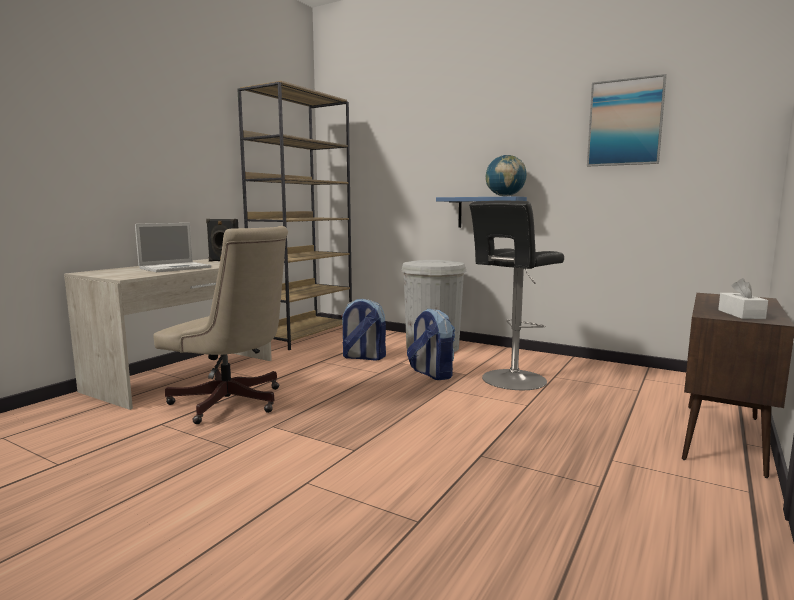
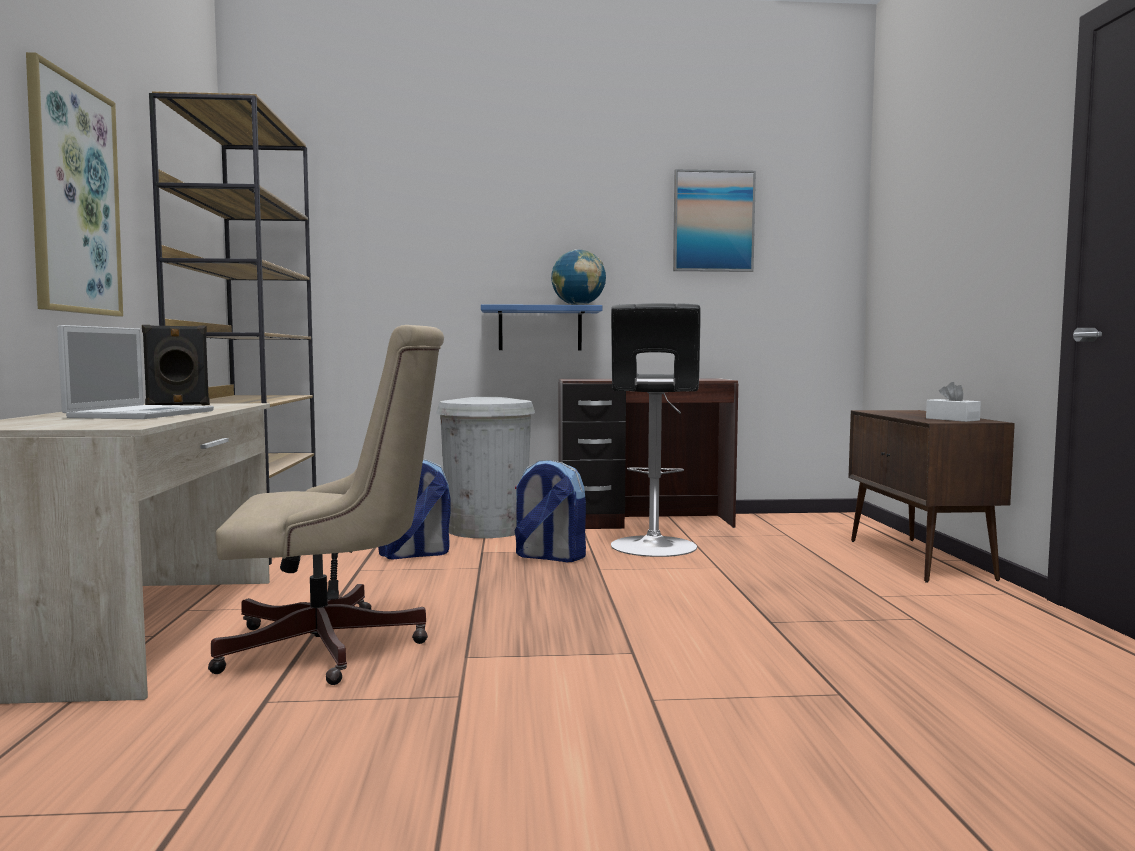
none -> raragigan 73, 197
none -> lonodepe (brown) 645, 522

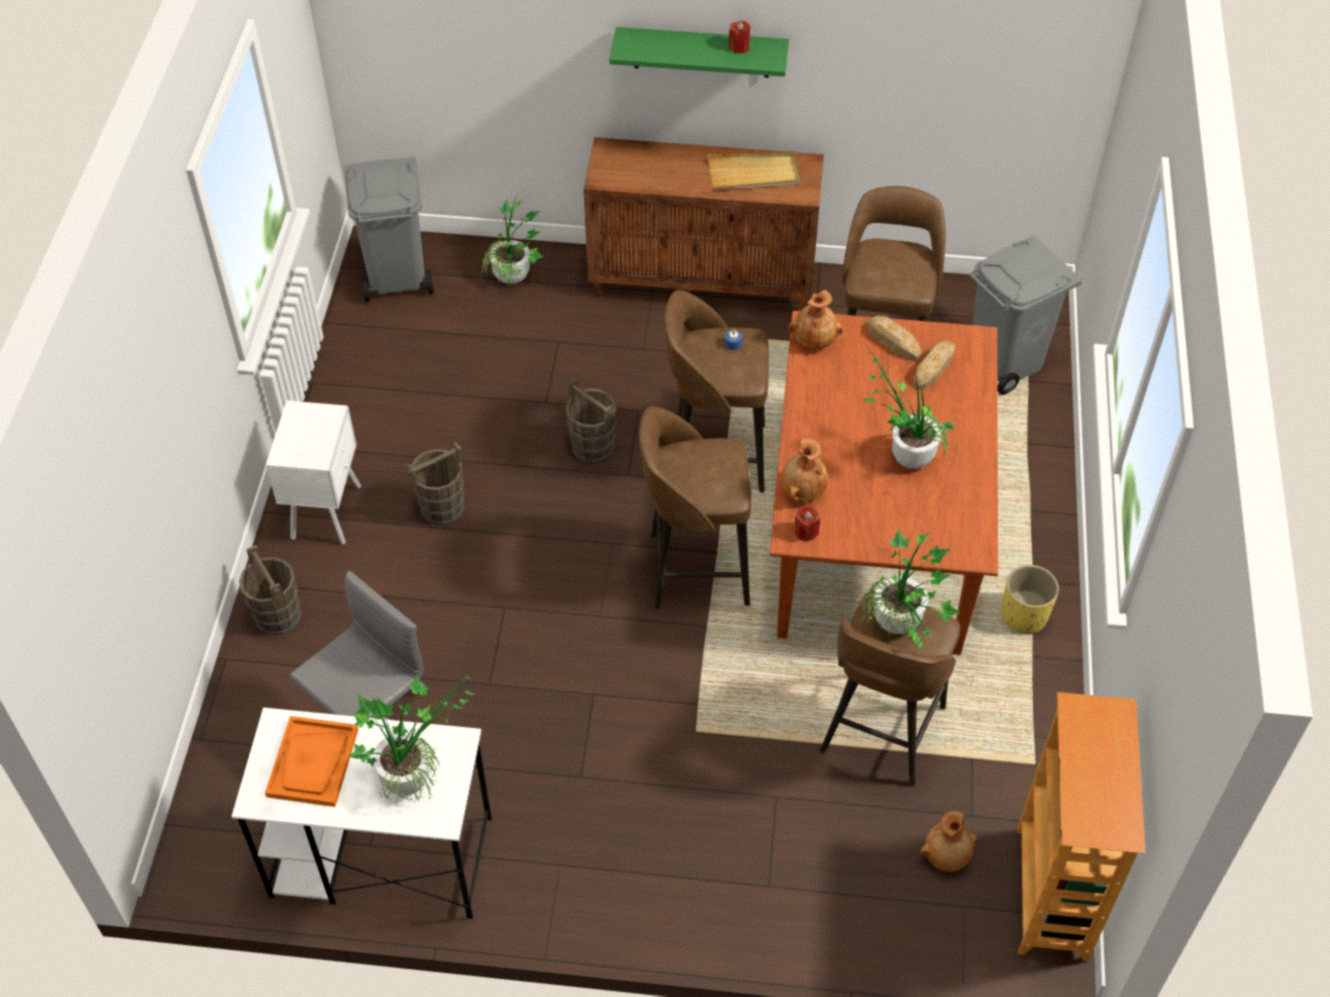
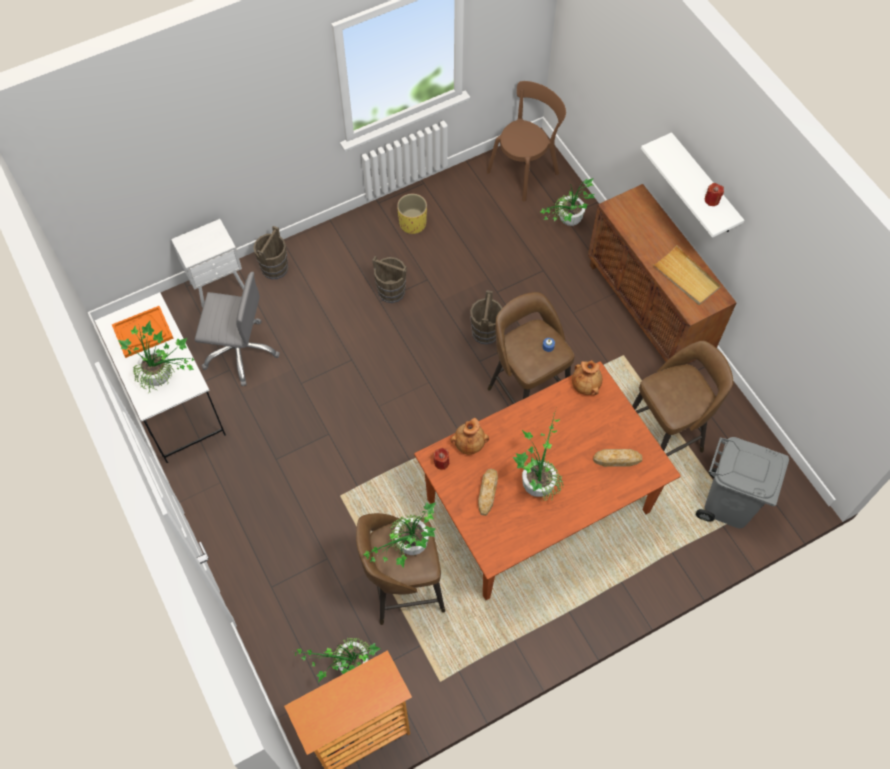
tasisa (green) 701, 52 -> tasisa (white) 703, 186
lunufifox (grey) 398, 276 -> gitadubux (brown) 525, 170
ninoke 893, 341 -> ninoke 487, 492, move
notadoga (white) 328, 511 -> notadoga (white) 219, 286, move
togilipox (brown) 694, 569 -> none
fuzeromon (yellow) 1023, 615 -> fuzeromon (yellow) 412, 223, move
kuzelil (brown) 946, 857 -> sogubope 347, 667

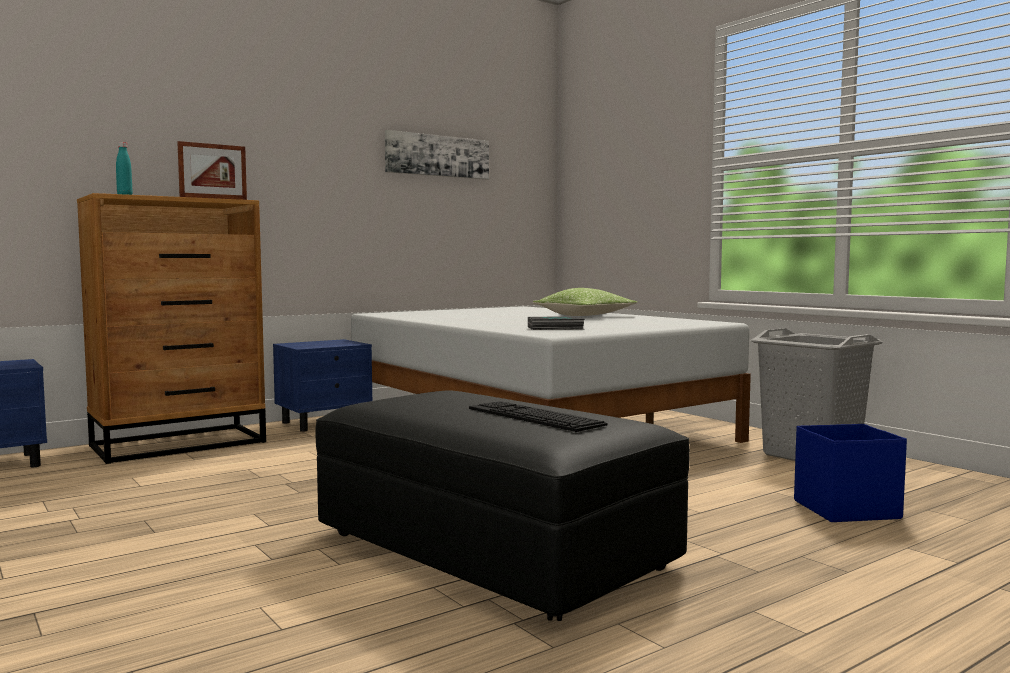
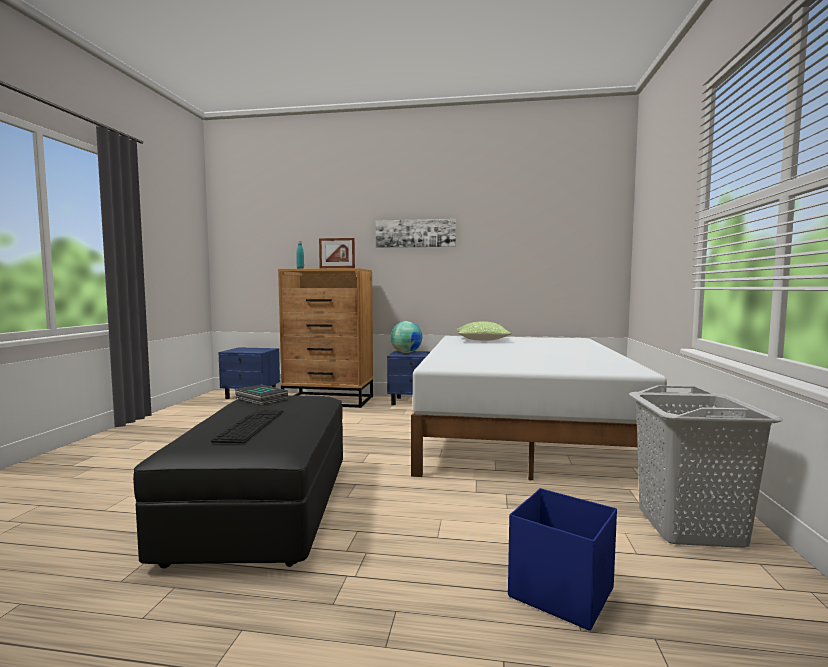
raragigan 437, 156 -> raragigan 415, 233, move
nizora 584, 316 -> nizora 482, 340, move
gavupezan 554, 328 -> gavupezan 260, 398, move
none -> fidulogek 406, 352

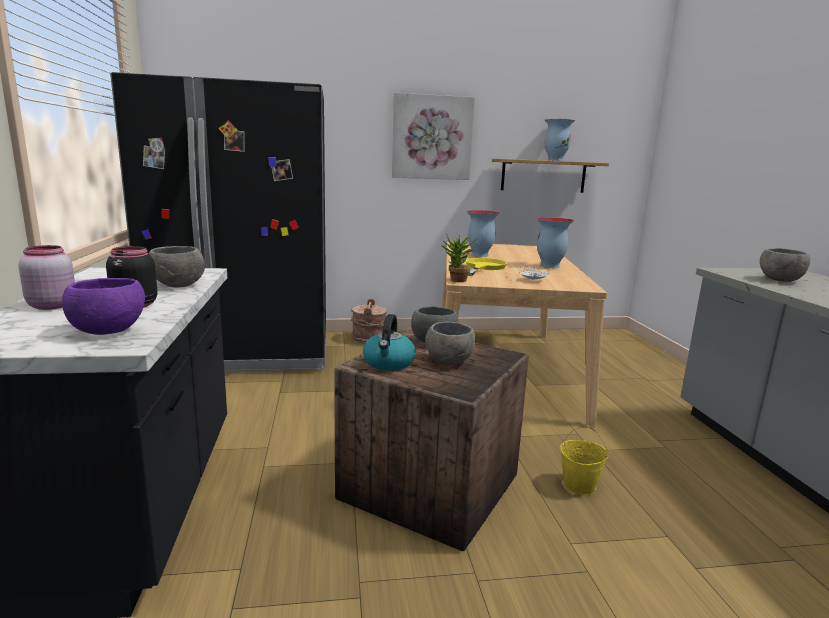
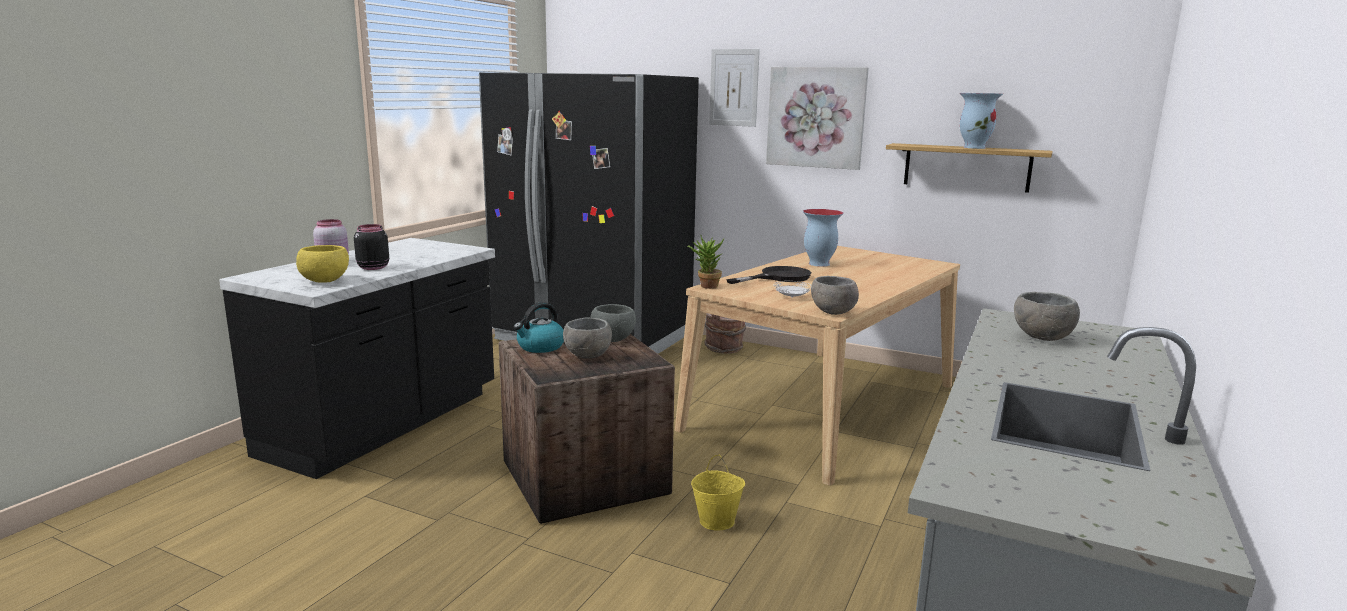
kuzelil 550, 266 -> none
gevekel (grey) 179, 285 -> gevekel (grey) 833, 312, move
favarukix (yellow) 483, 267 -> favarukix (black) 778, 277
gevekel (purple) 107, 331 -> gevekel (yellow) 324, 281
none -> raragigan 734, 87

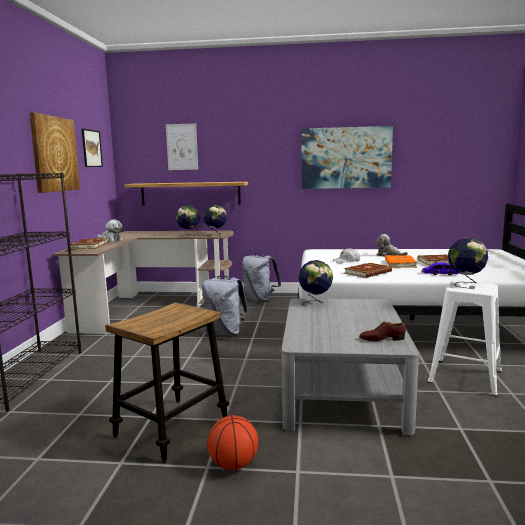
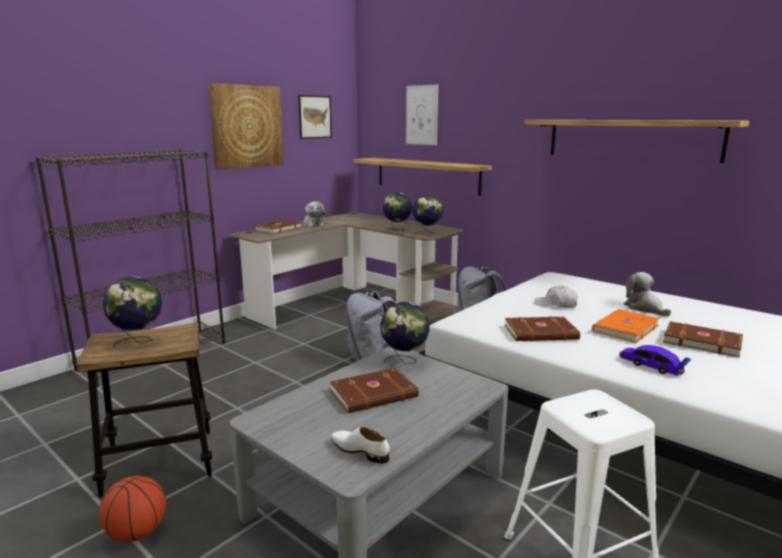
raragigan 345, 158 -> tasisa 631, 139
fidulogek 465, 284 -> fidulogek 138, 341, move
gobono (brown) 382, 339 -> gobono (white) 359, 451
none -> gavupezan (brown) 374, 394

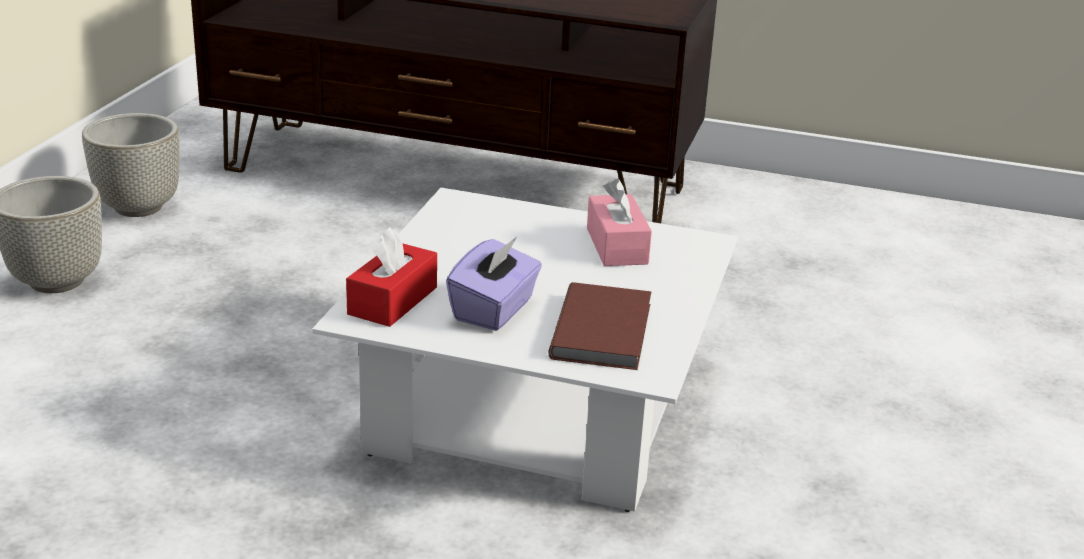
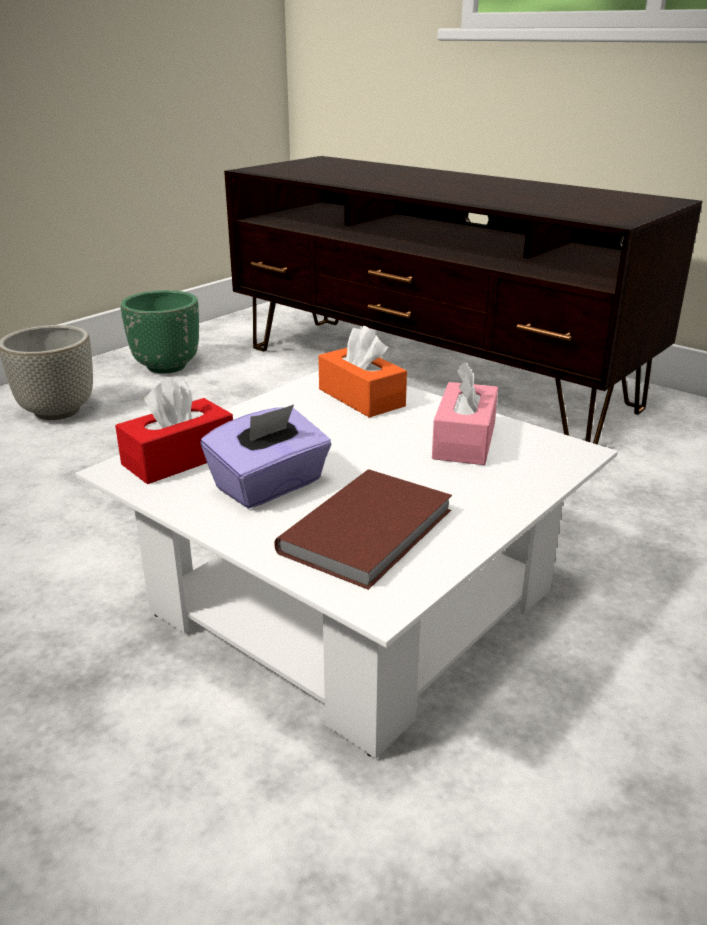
fuzeromon (grey) 139, 207 -> fuzeromon (green) 167, 366
none -> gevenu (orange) 361, 397

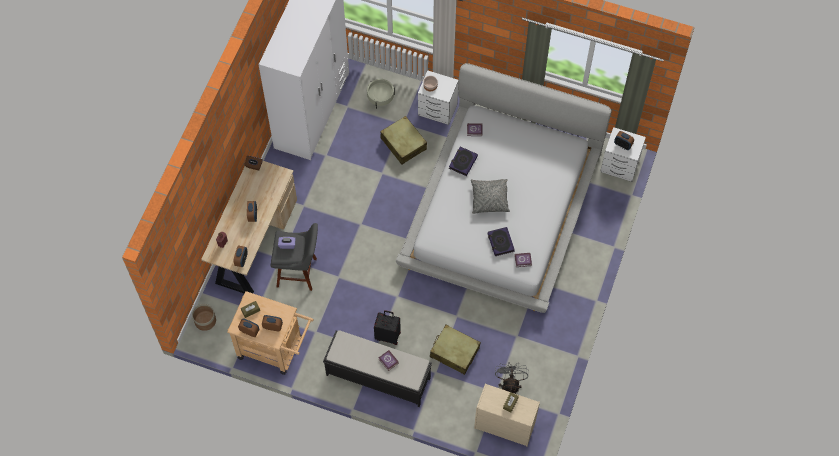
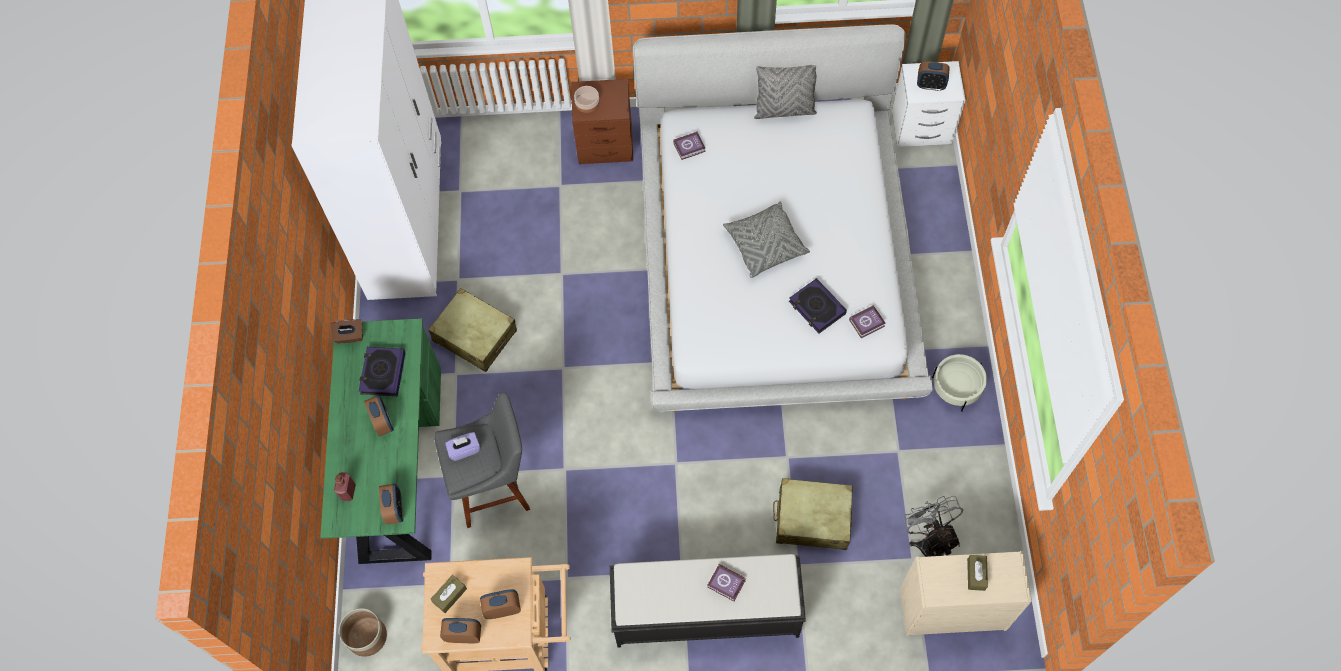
notadoga (white) 438, 110 -> notadoga (brown) 606, 145
fuzeromon (beige) 380, 97 -> fuzeromon (beige) 957, 387, move
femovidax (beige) 403, 144 -> femovidax (beige) 475, 336, move
gavupezan 463, 162 -> gavupezan 382, 373, move
lonodepe (beige) 254, 242 -> lonodepe (green) 398, 467
femovidax (black) 388, 335 -> none
none -> nizora (grey) 784, 110

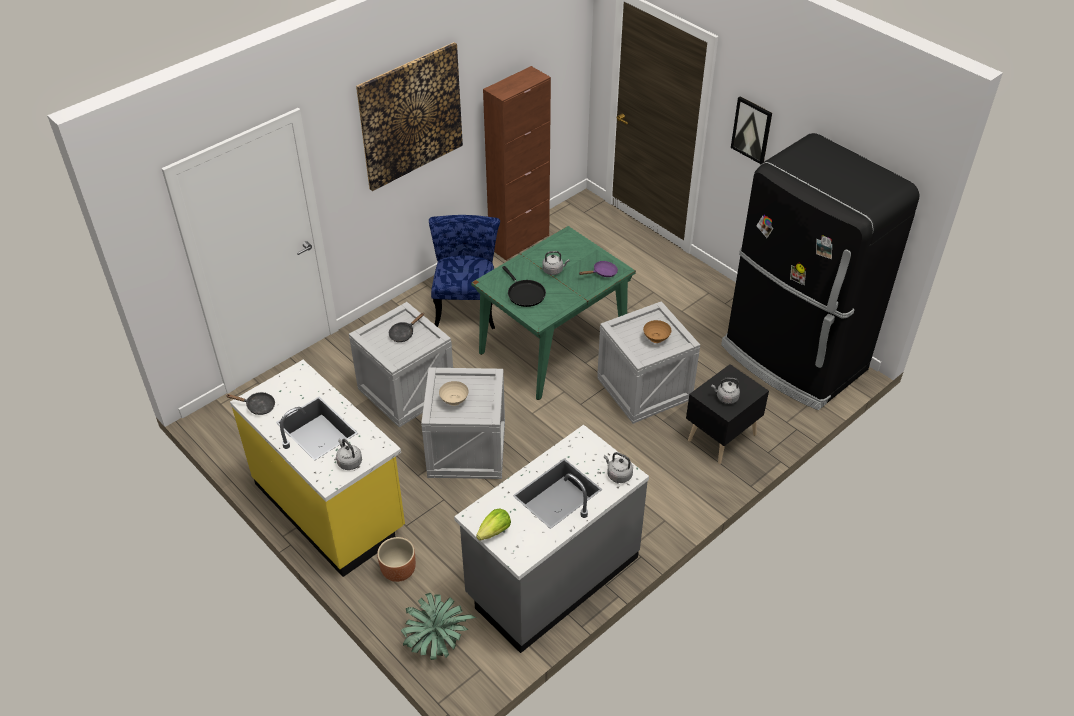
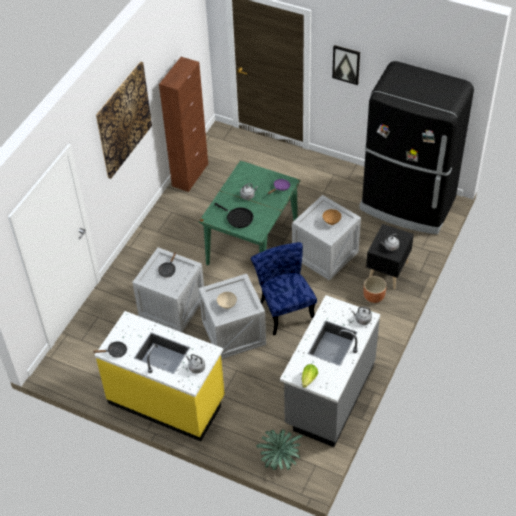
gitadubux (blue) 466, 304 -> gitadubux (blue) 285, 308, move
fuzeromon (brown) 398, 571 -> fuzeromon (brown) 373, 297, move

